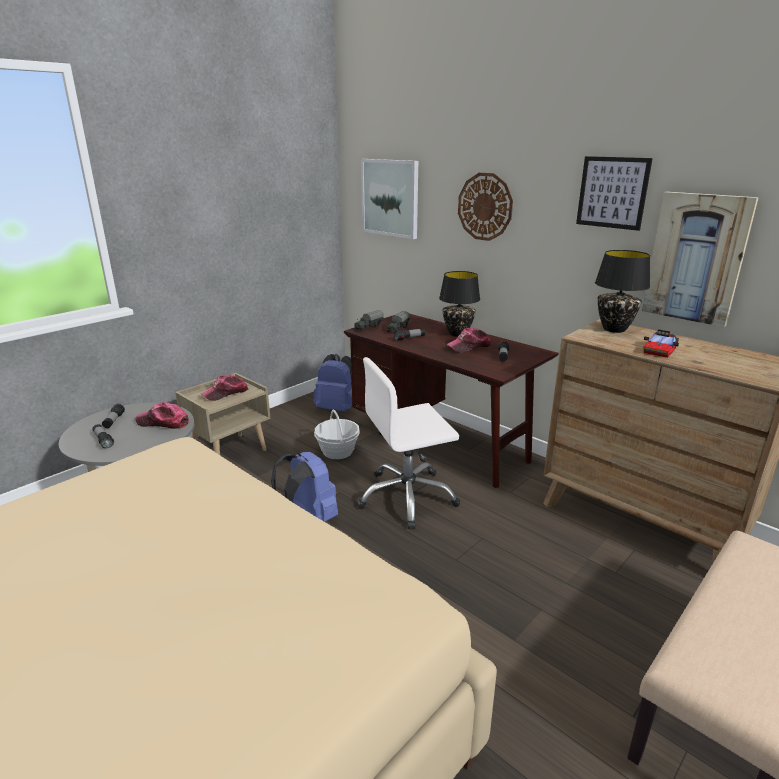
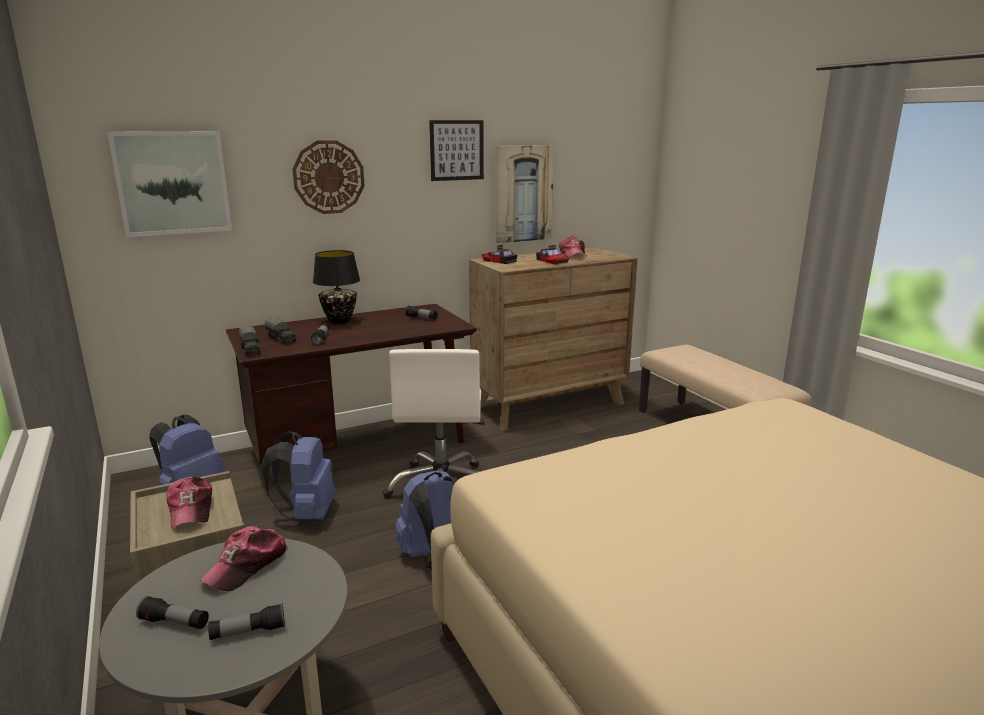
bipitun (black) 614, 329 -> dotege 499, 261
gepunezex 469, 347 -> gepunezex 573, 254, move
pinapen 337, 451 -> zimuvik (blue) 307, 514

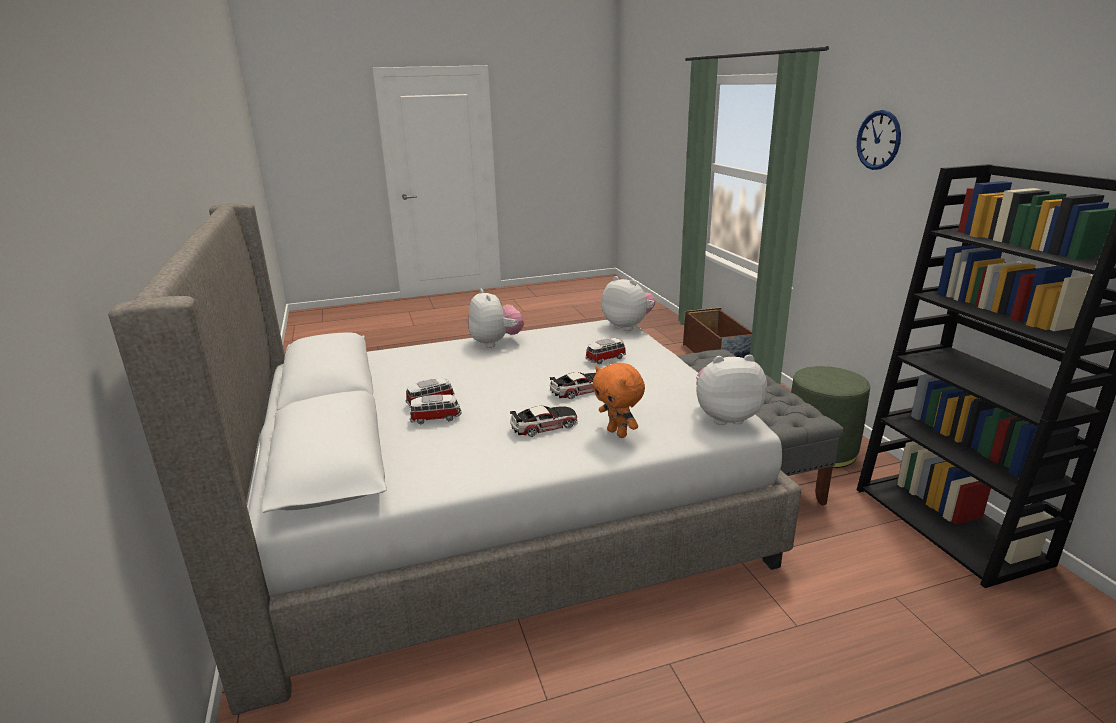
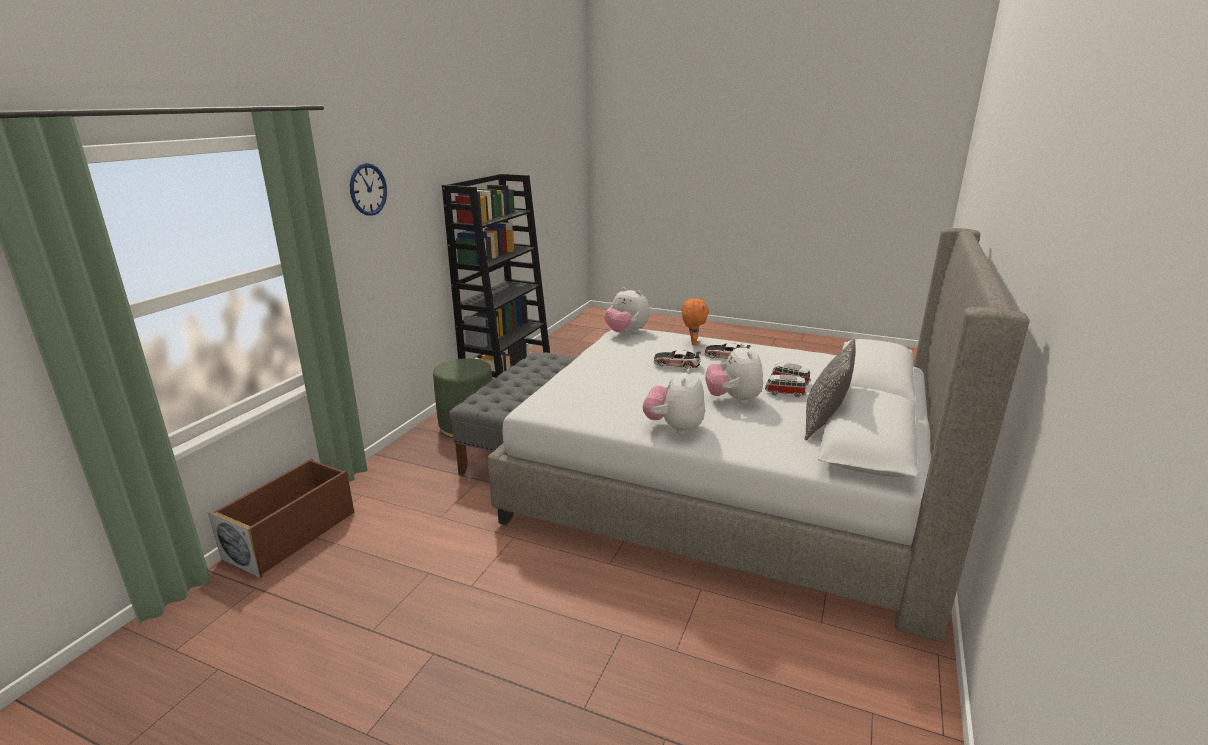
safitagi 628, 326 -> safitagi 733, 399, move
dotege 606, 359 -> none
none -> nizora 824, 424

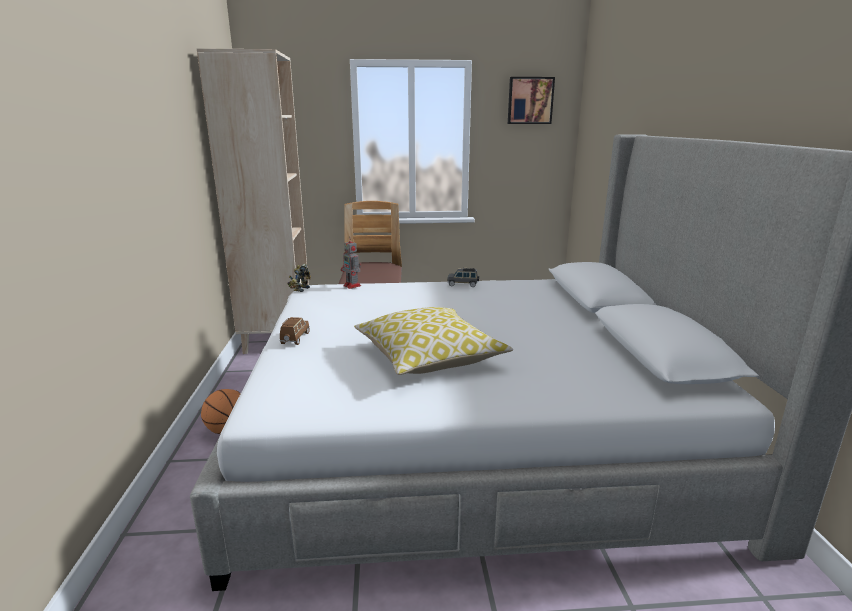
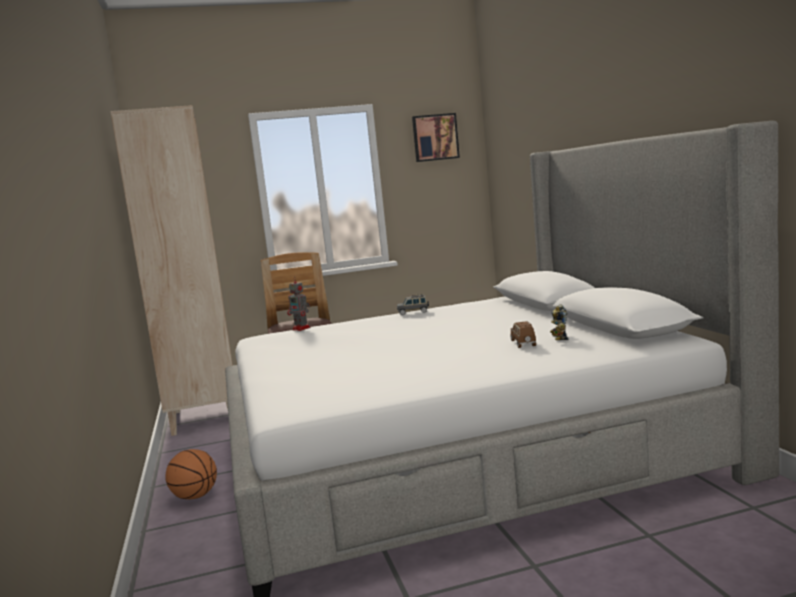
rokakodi 300, 289 -> rokakodi 558, 338, move
nizora 429, 357 -> none
dotege (brown) 295, 338 -> dotege (brown) 523, 343, move

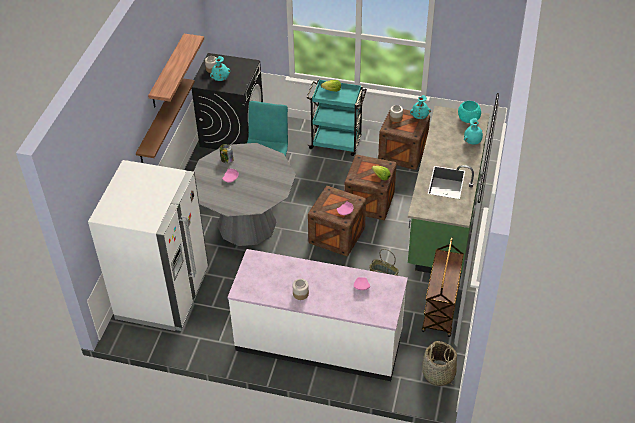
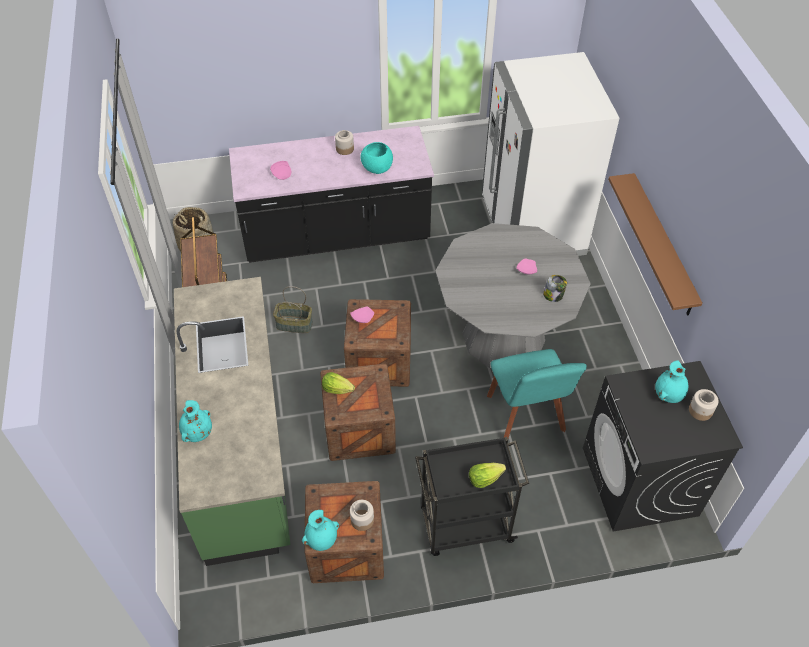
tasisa 167, 71 -> none
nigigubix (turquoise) 336, 143 -> nigigubix (black) 464, 526
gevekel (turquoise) 468, 119 -> gevekel (turquoise) 377, 167, move
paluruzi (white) 319, 341 -> paluruzi (black) 336, 235

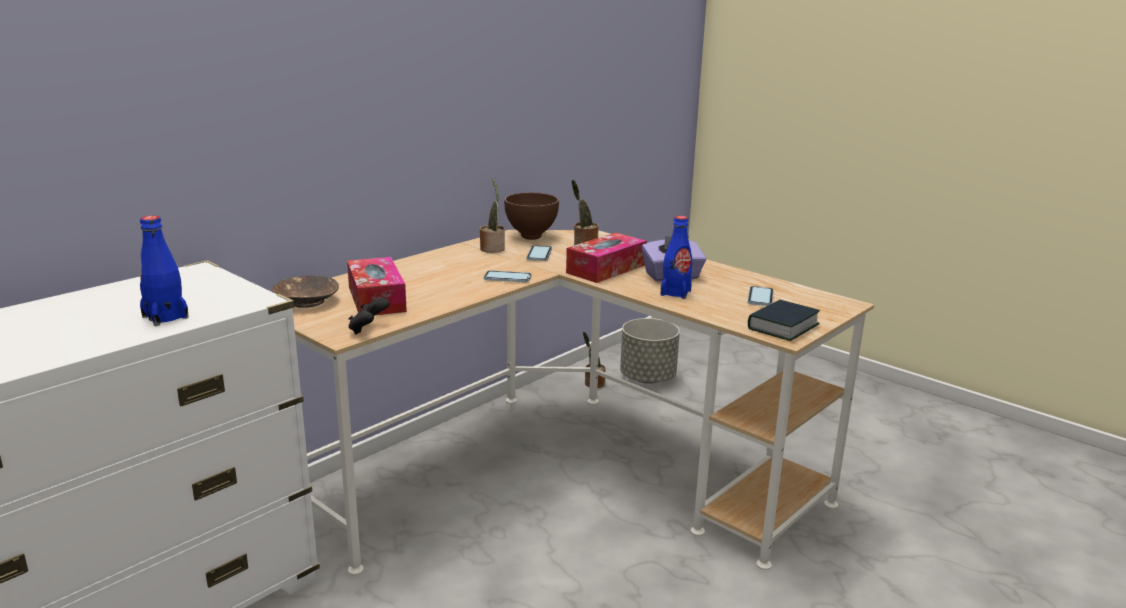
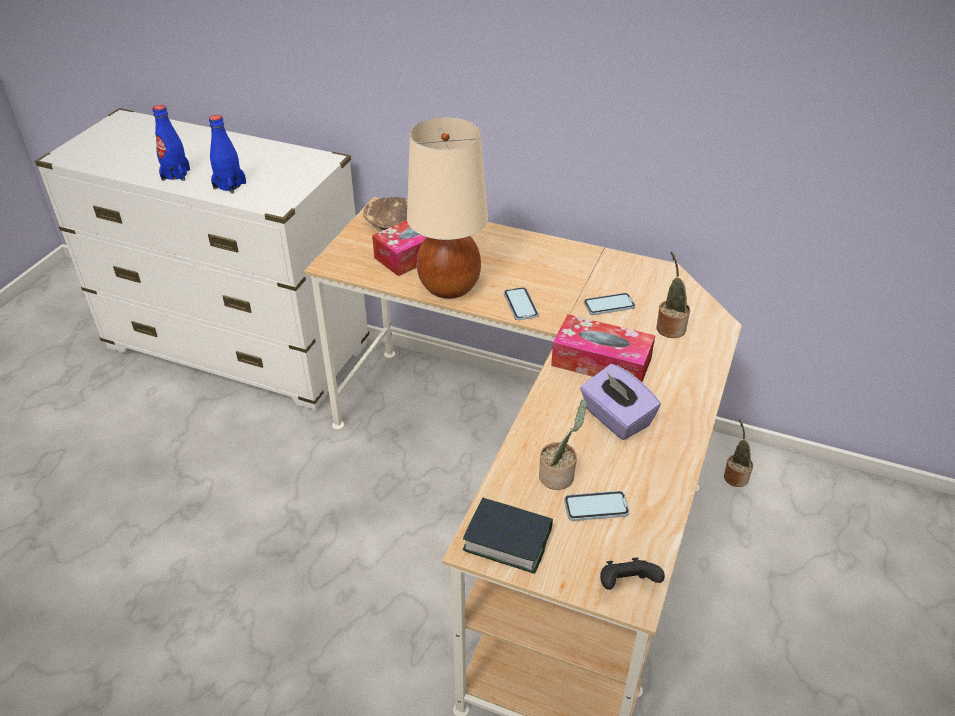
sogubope 492, 248 -> sogubope 559, 476, move
gevekel (brown) 532, 237 -> none
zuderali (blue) 675, 293 -> zuderali (blue) 176, 174, move
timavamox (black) 368, 330 -> timavamox (black) 626, 585, move
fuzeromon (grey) 648, 378 -> none
none -> bipitun (beige) 449, 286

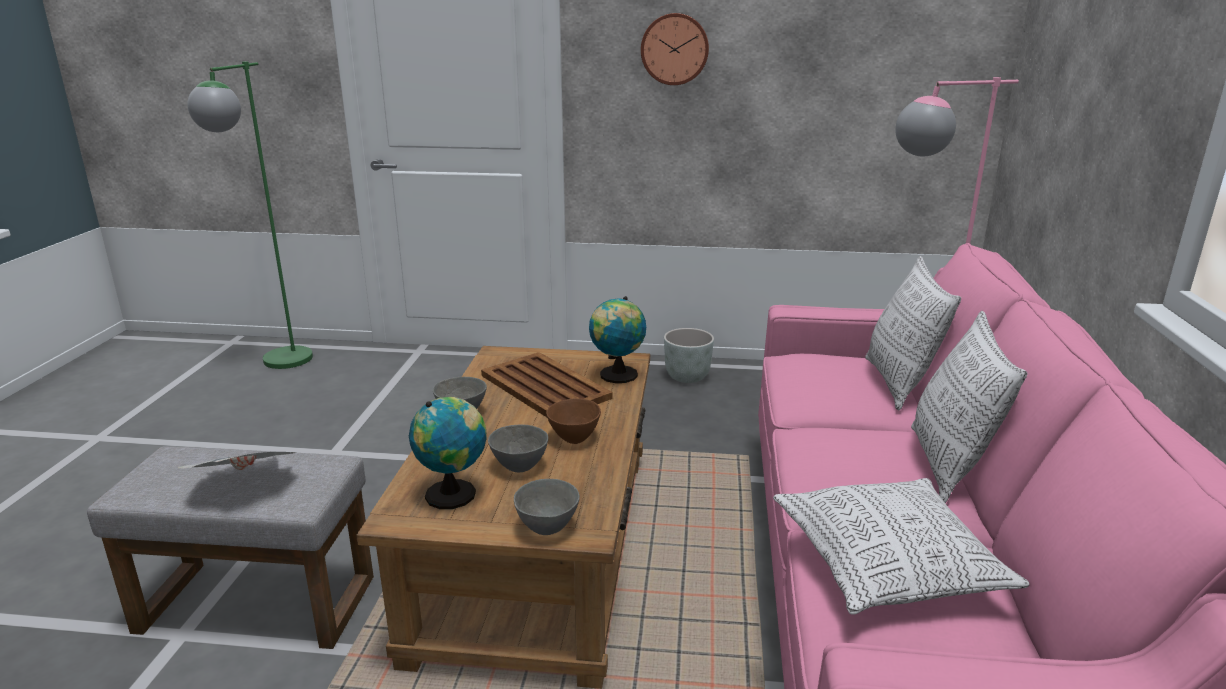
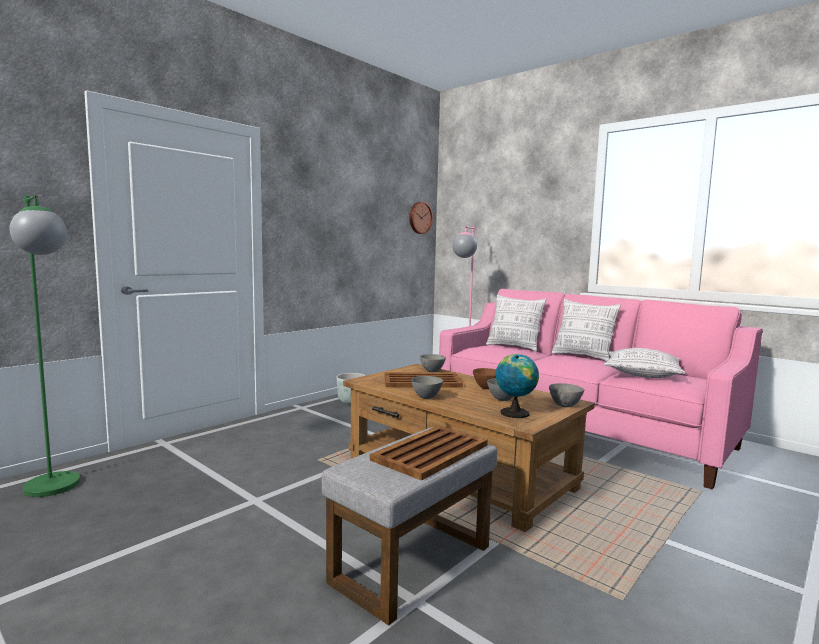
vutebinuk 674, 49 -> vutebinuk 419, 218, move
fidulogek 617, 376 -> gevekel (grey) 432, 371
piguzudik 246, 484 -> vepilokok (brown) 430, 452

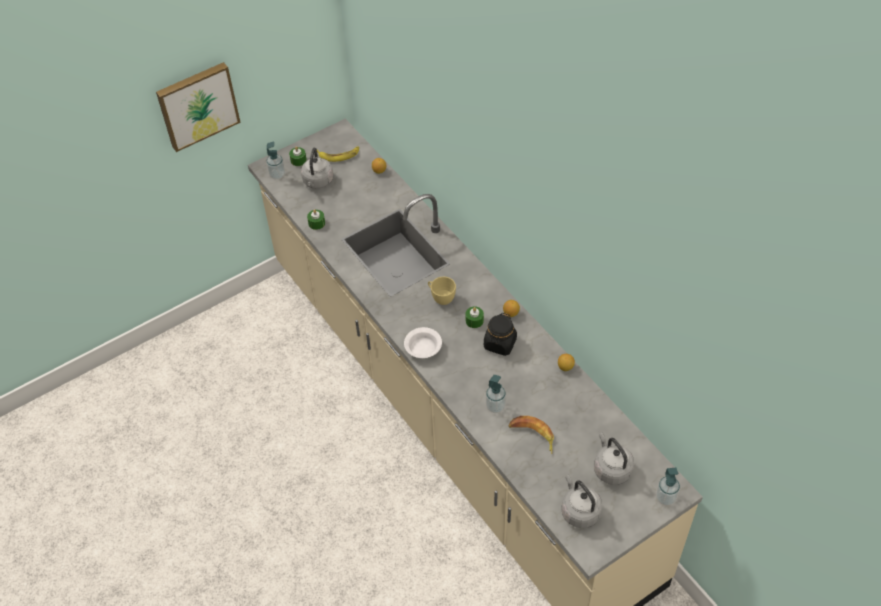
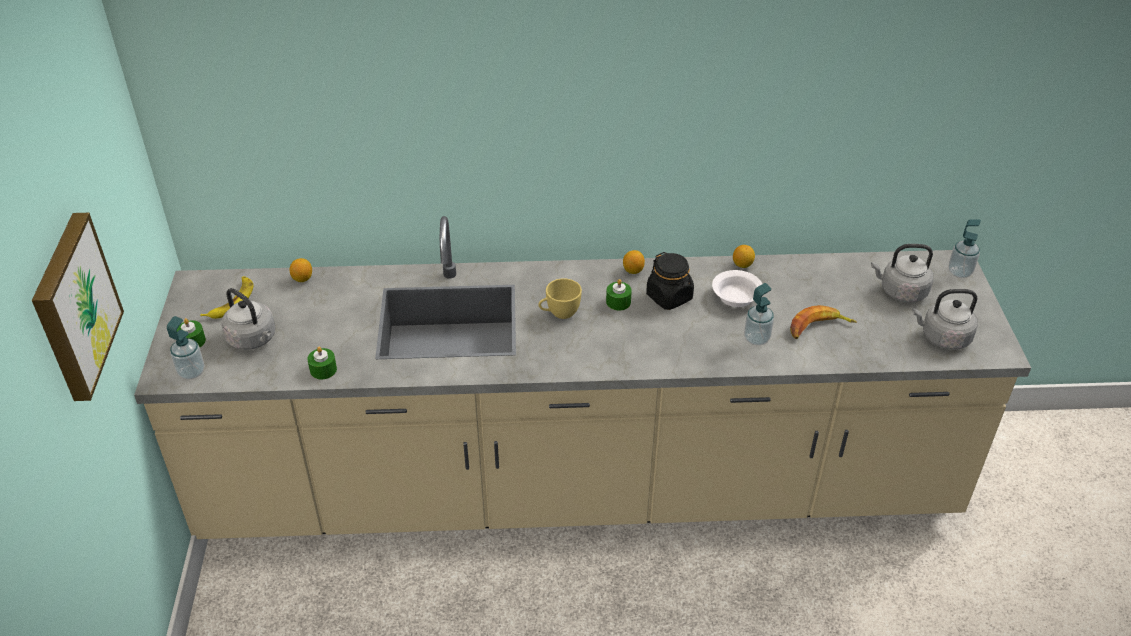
gevekel (white) 423, 349 -> gevekel (white) 737, 297, move

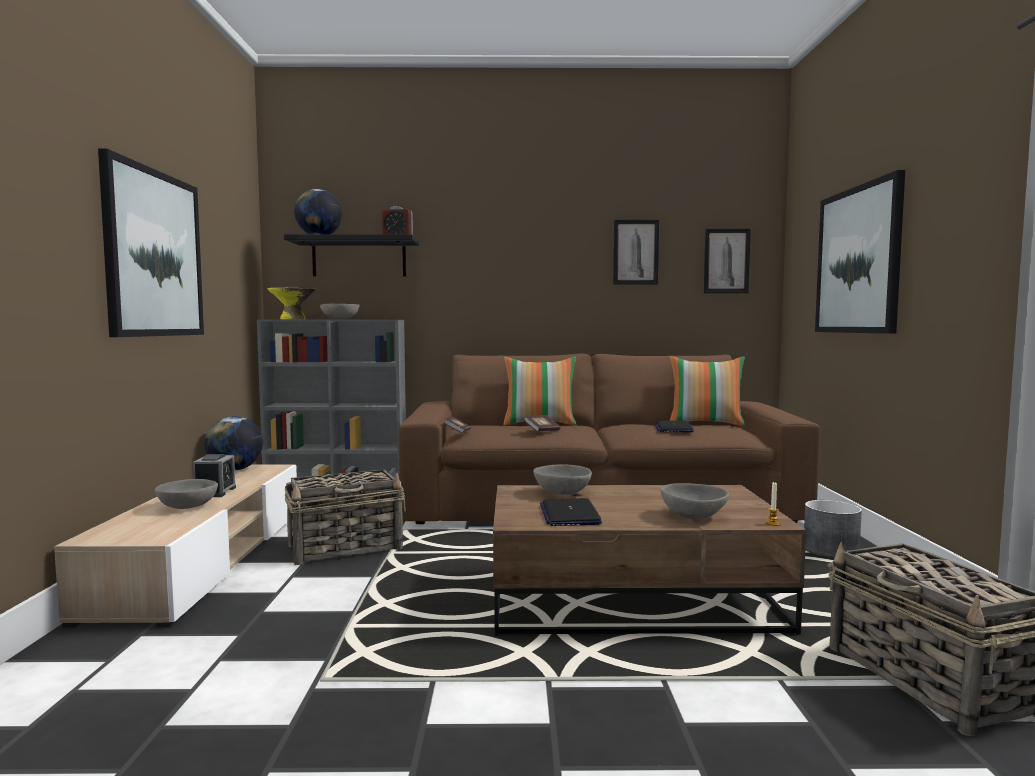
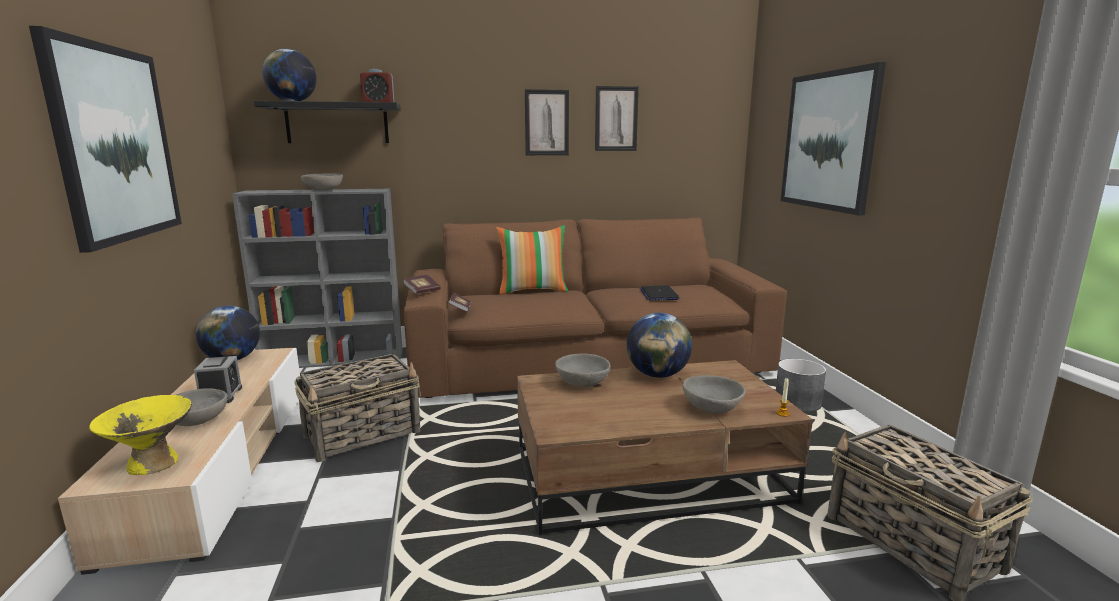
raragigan 726, 261 -> raragigan 546, 123, move
gevekel (yellow) 293, 319 -> gevekel (yellow) 153, 463, move
nizora 706, 423 -> none
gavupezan 542, 431 -> gavupezan 422, 291, move
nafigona 569, 514 -> none
none -> fidulogek 657, 375

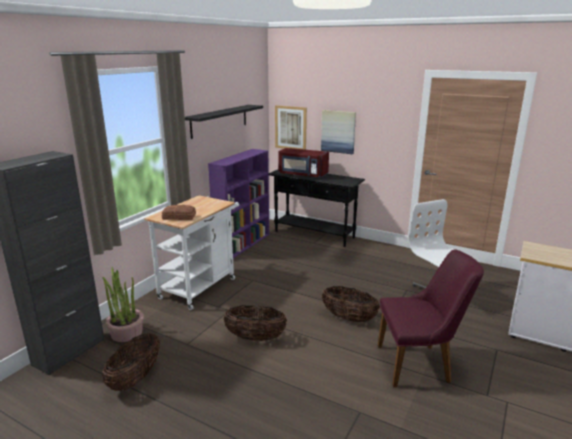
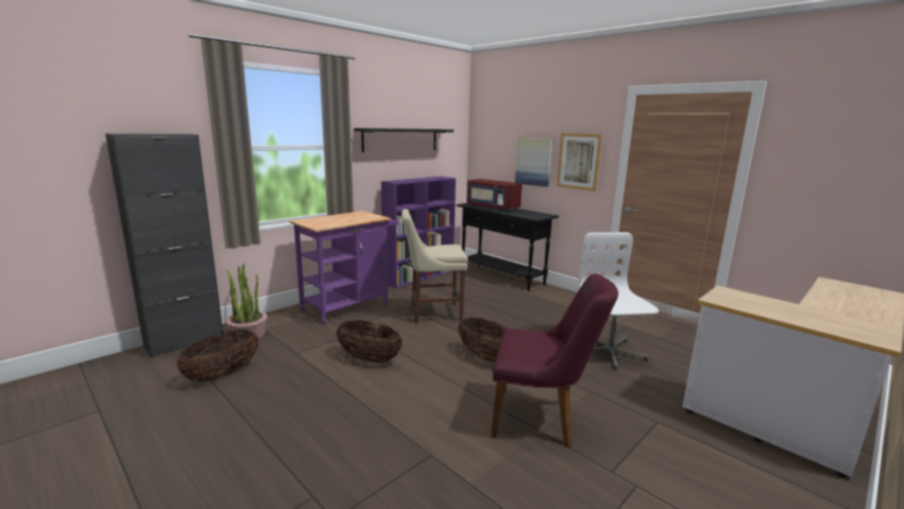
raragigan 290, 128 -> raragigan 579, 161, move
nigigubix (white) 201, 286 -> nigigubix (purple) 350, 305
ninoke 179, 217 -> none
none -> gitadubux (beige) 432, 313

